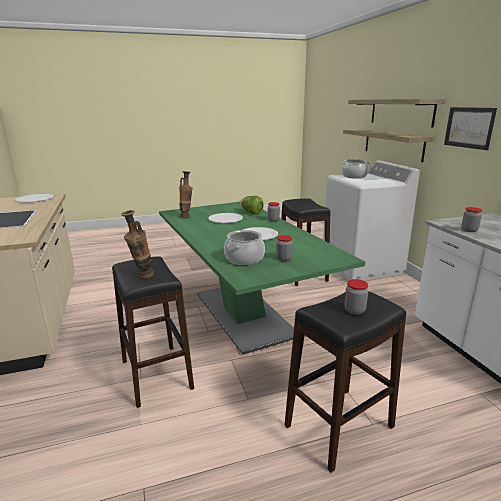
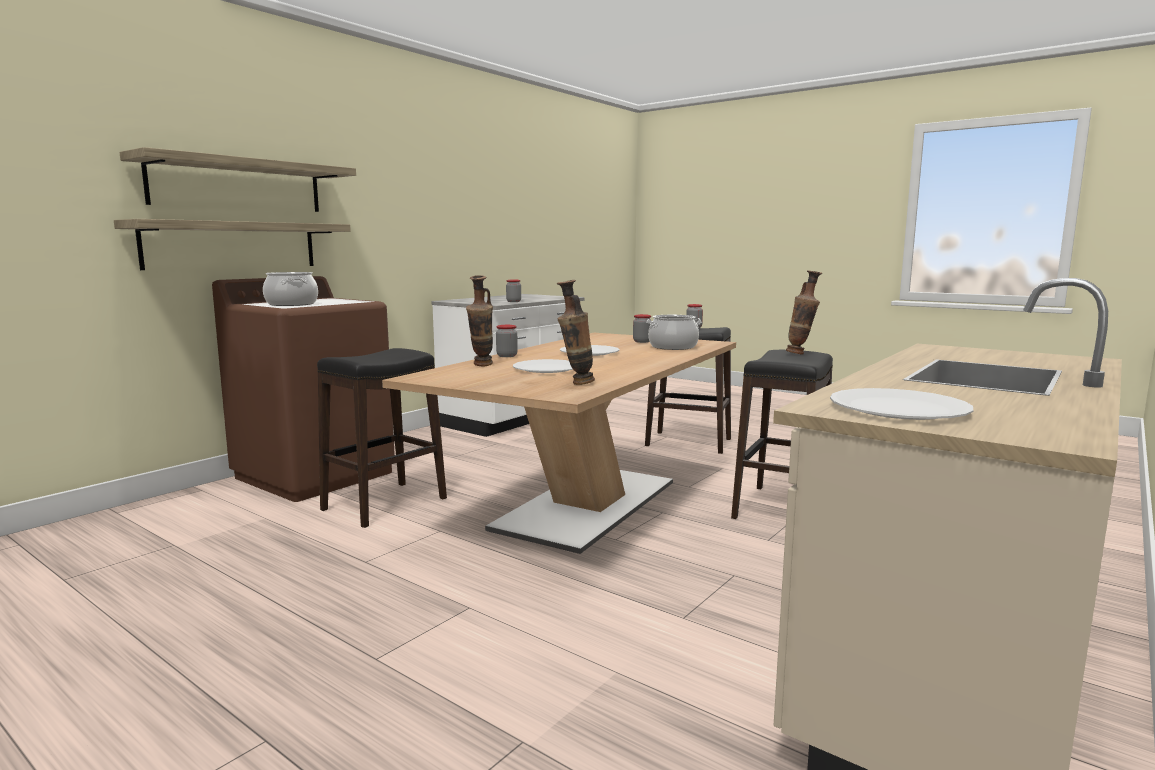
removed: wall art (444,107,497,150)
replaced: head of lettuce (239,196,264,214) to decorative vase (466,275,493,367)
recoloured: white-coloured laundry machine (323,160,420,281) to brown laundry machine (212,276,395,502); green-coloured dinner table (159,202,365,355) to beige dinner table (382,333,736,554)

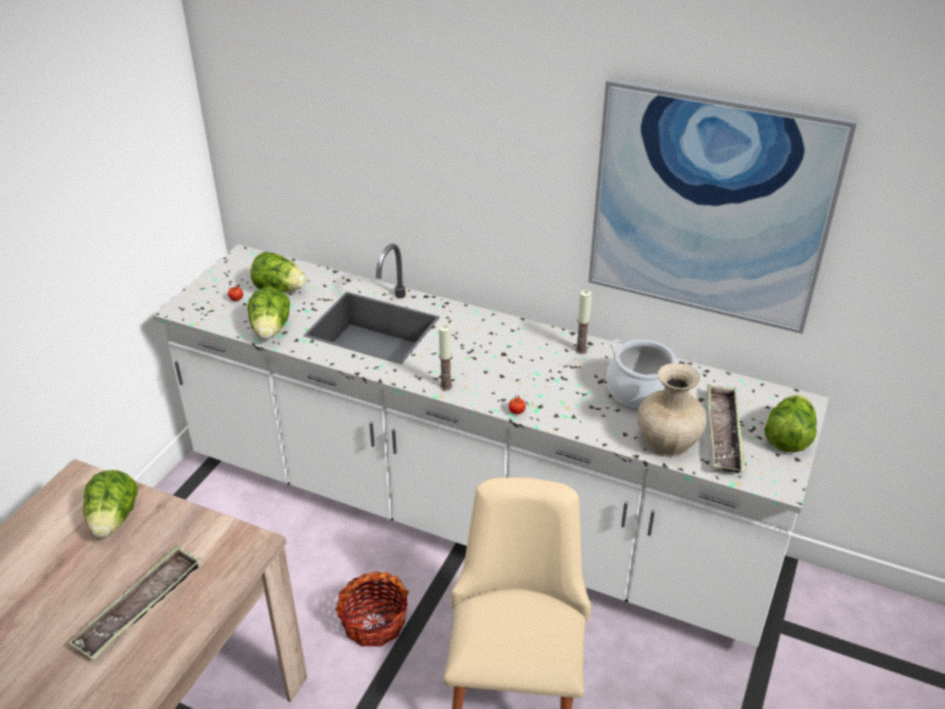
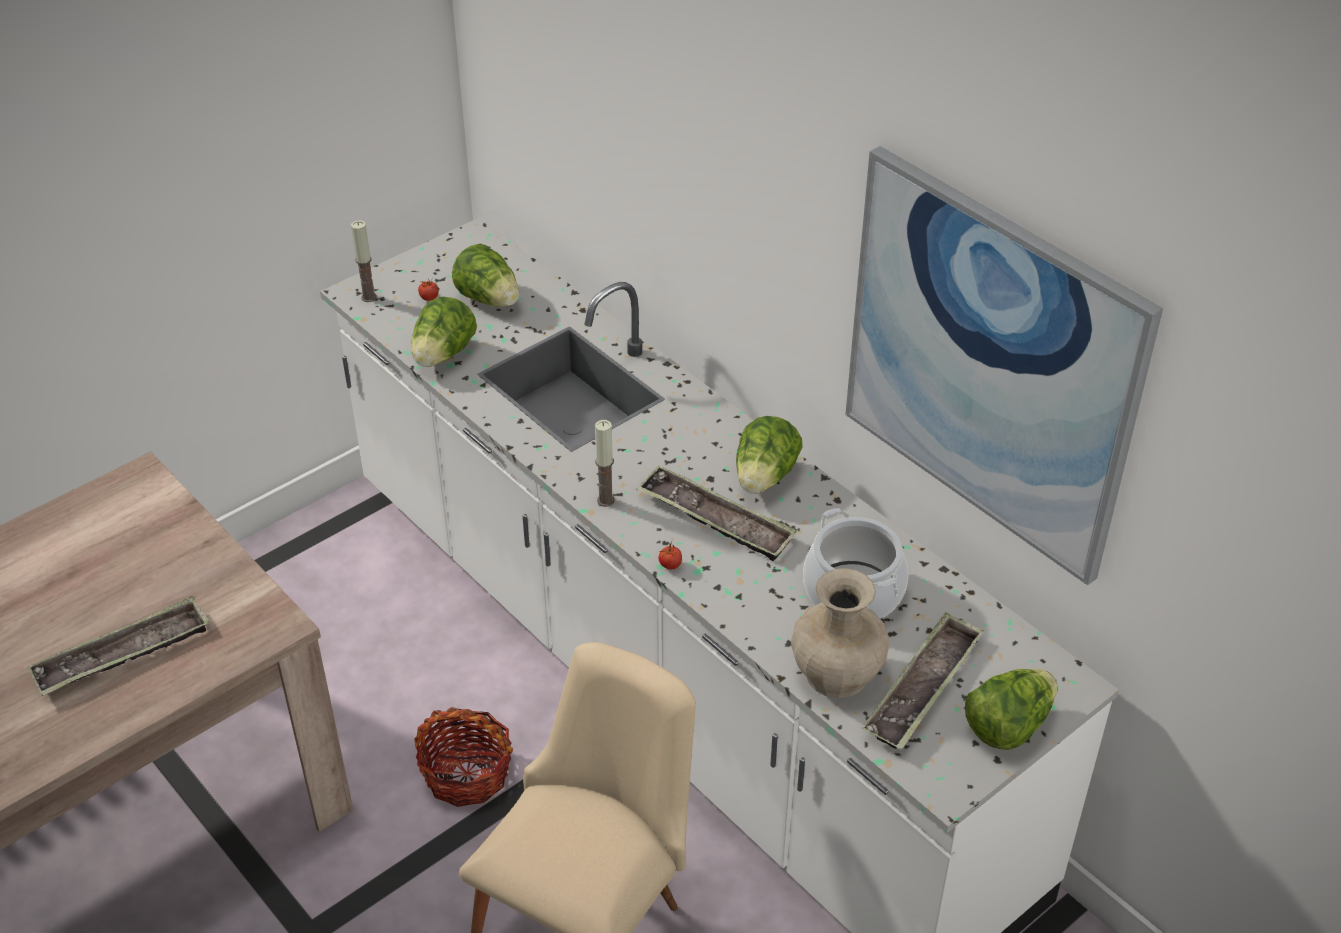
added: carrying tray (636,465,797,561)
moved: wax candle (575,290,592,354) to (351,220,377,302); head of lettuce (83,470,138,538) to (736,416,803,494)

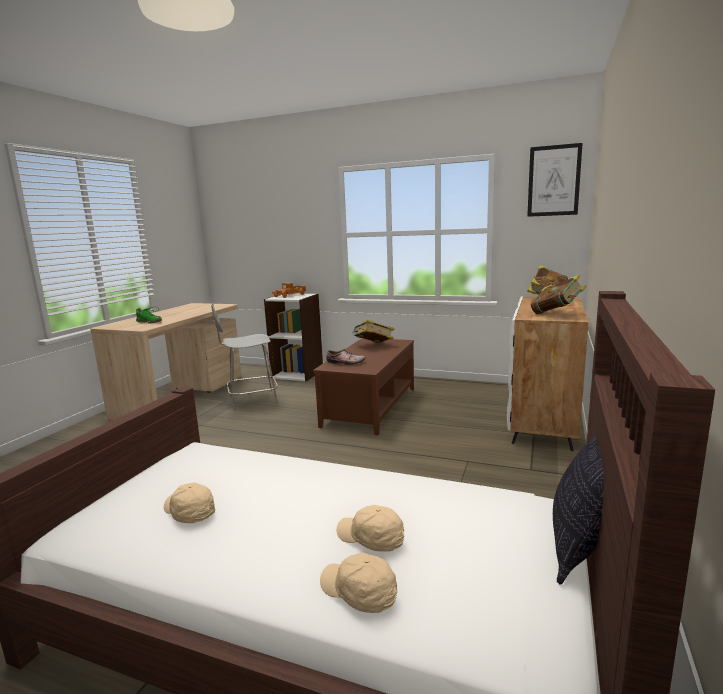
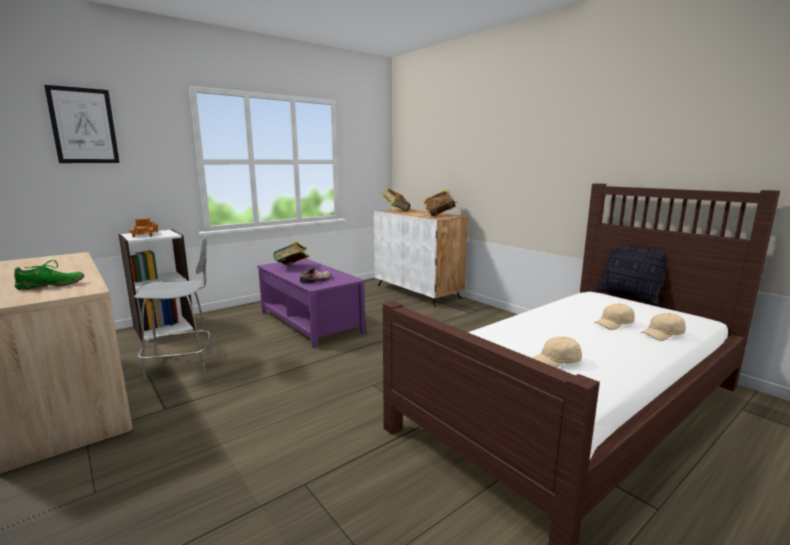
moved: wall art (527,143,583,217) to (44,85,119,163)
recoloured: brown lounge table (313,338,414,435) to purple-coloured lounge table (257,259,365,349)
turned: grey plain chair (211,303,278,411) = (134,236,211,379) 120 degrees counterclockwise

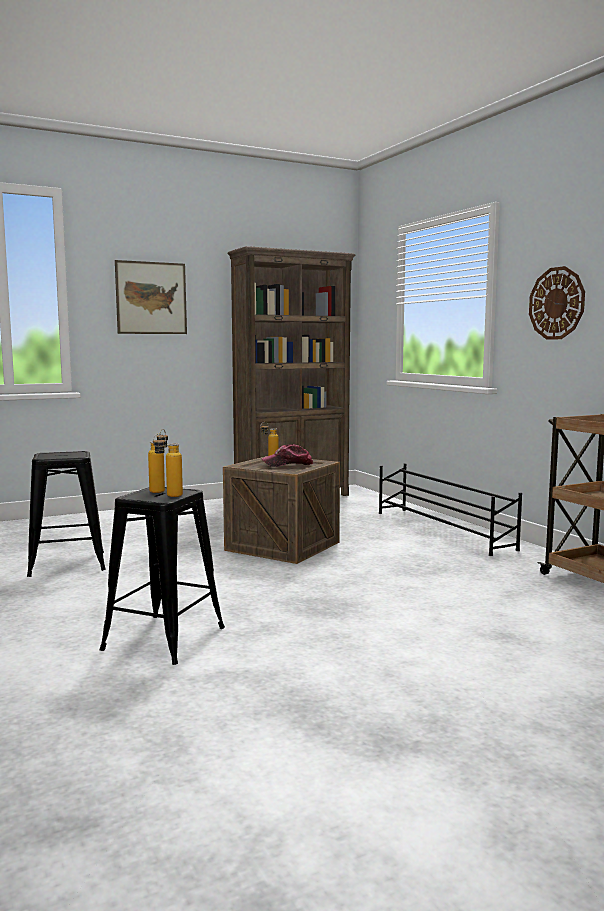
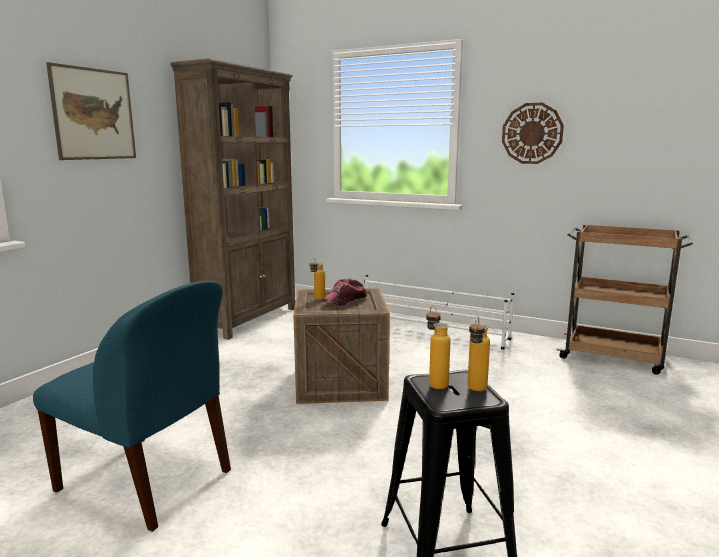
replaced: black-coloured sitting stool (27,451,106,577) to blue plain chair (33,281,231,532)
recoloured: black-coloured shoe rack (379,463,522,556) to white-coloured shoe rack (362,275,514,350)

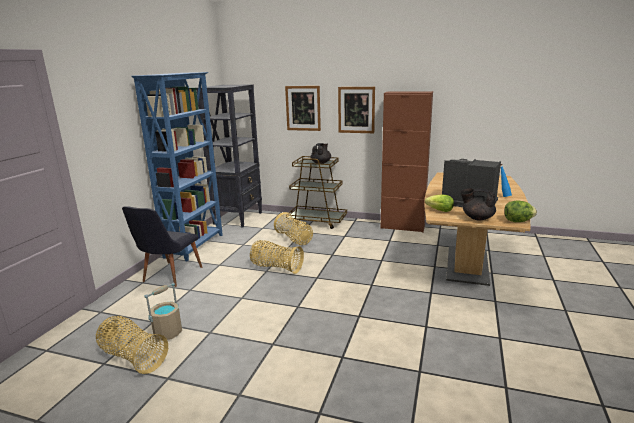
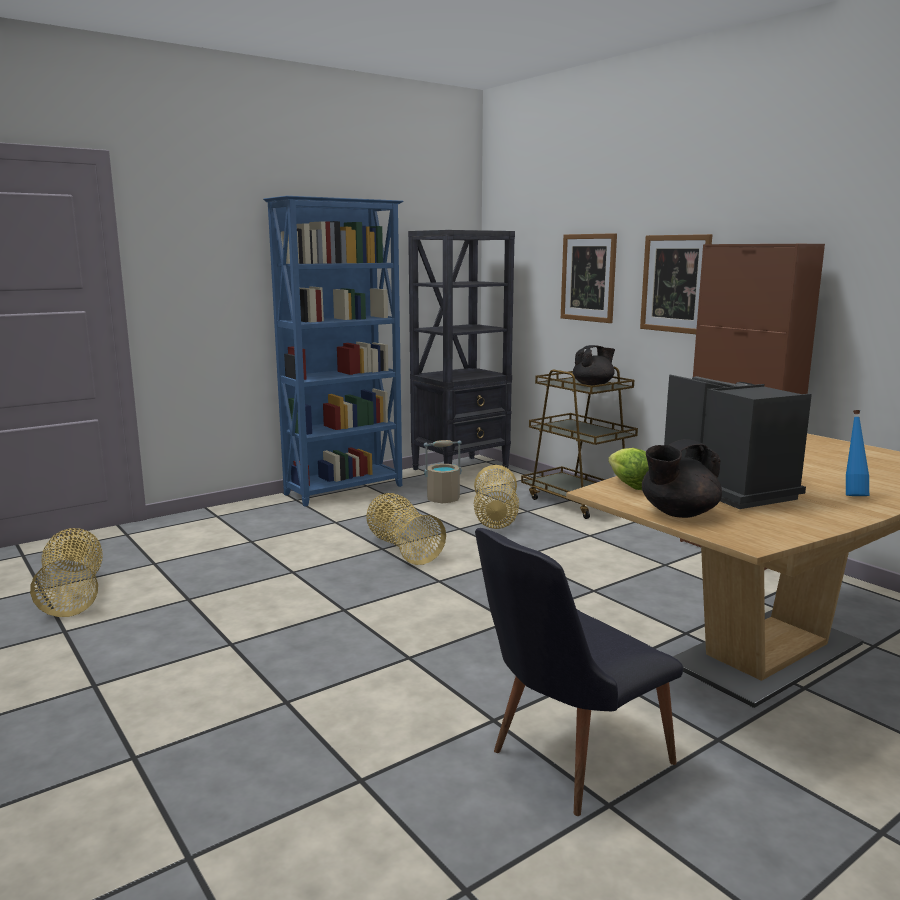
removed: head of lettuce (504,201,537,222)
moved: black-coloured plain chair (122,206,202,287) to (475,528,683,816); beige water bucket (144,283,182,340) to (424,440,462,503)
turned: black-coloured teapot (460,188,496,220) = (642,439,722,518) 90 degrees counterclockwise

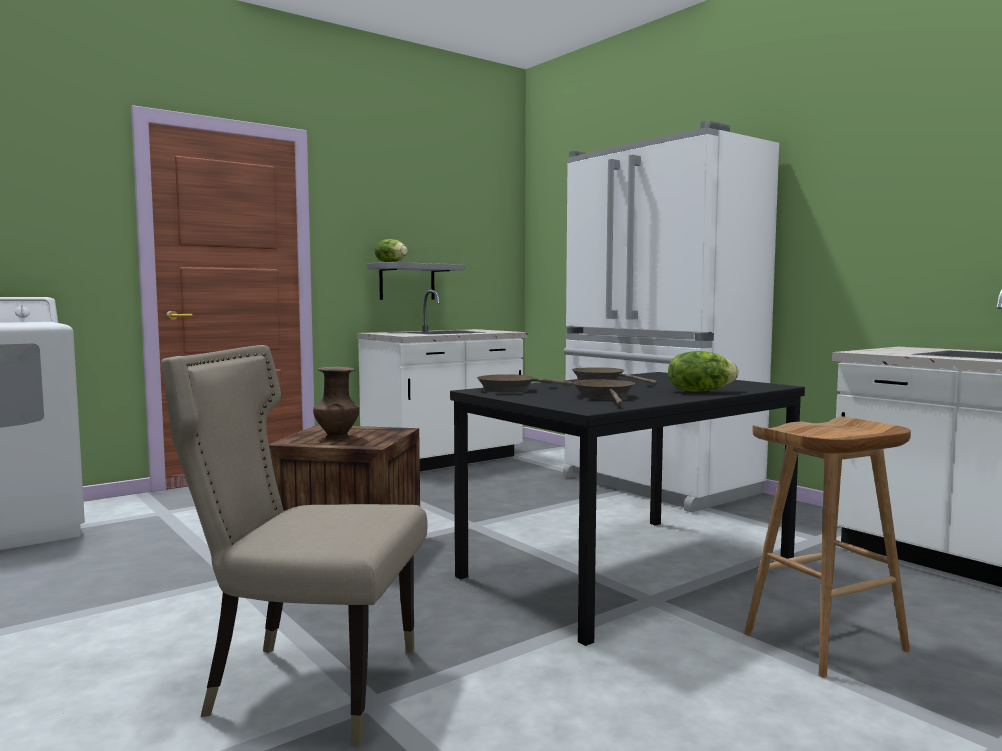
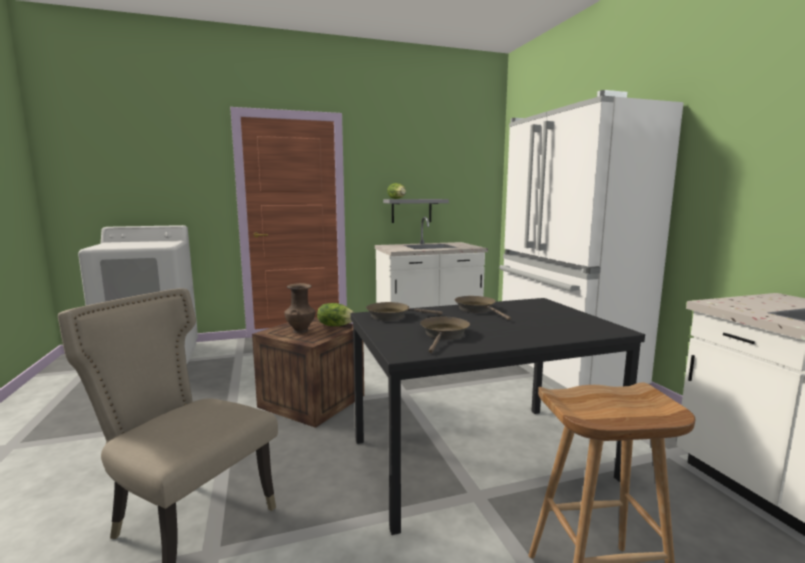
moved: head of lettuce (668,351,739,392) to (317,303,355,326)

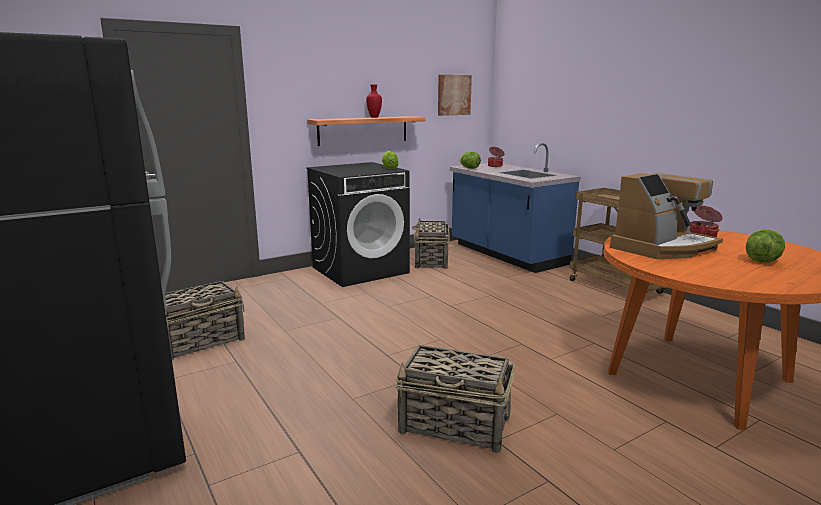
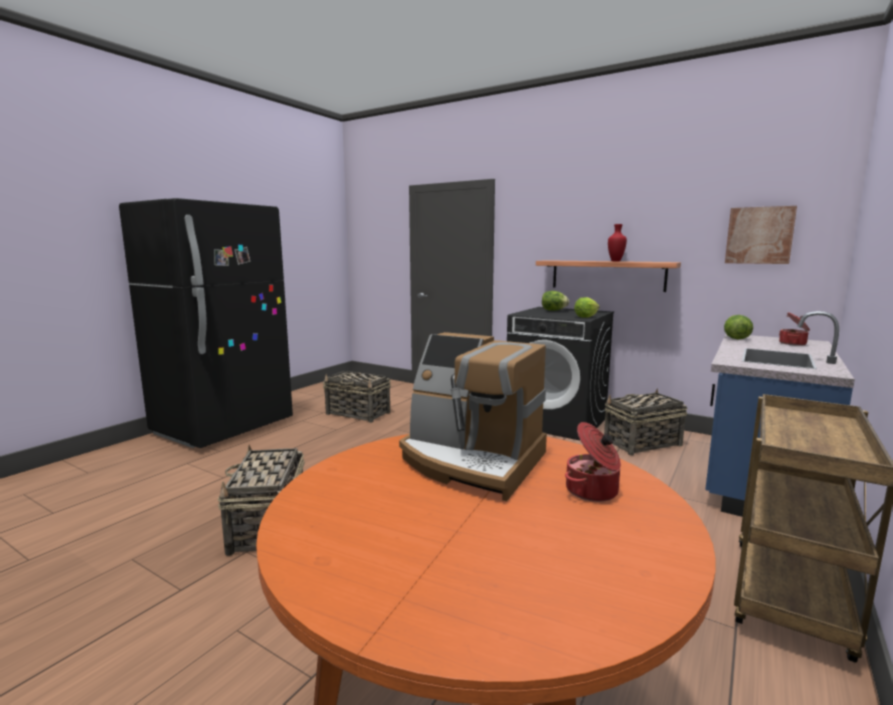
moved: head of lettuce (746,230,785,263) to (542,291,569,311)

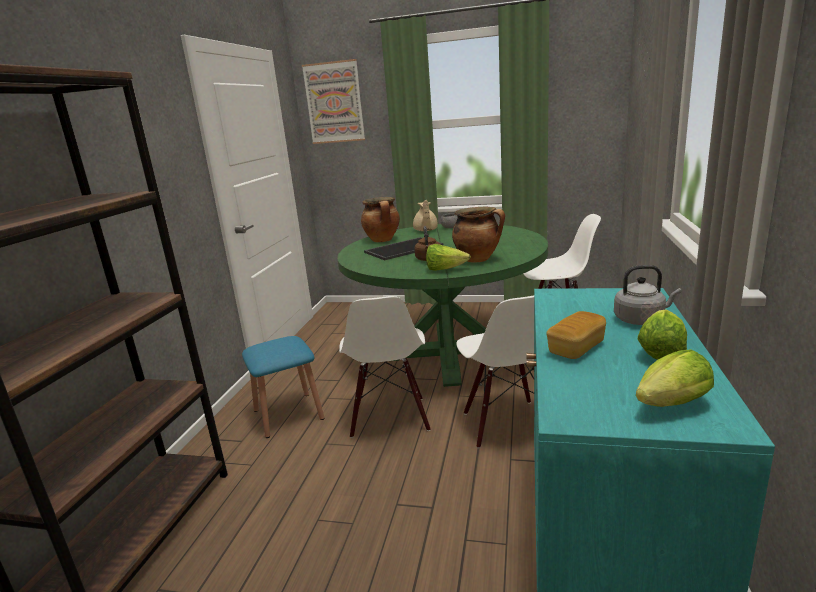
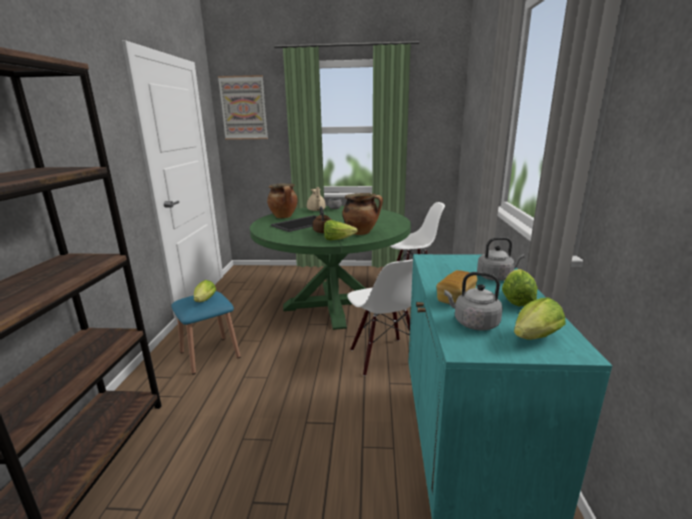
removed: white-coloured plain chair (339,296,431,438)
added: grey tea kettle (444,272,503,331); head of lettuce (194,280,216,302)

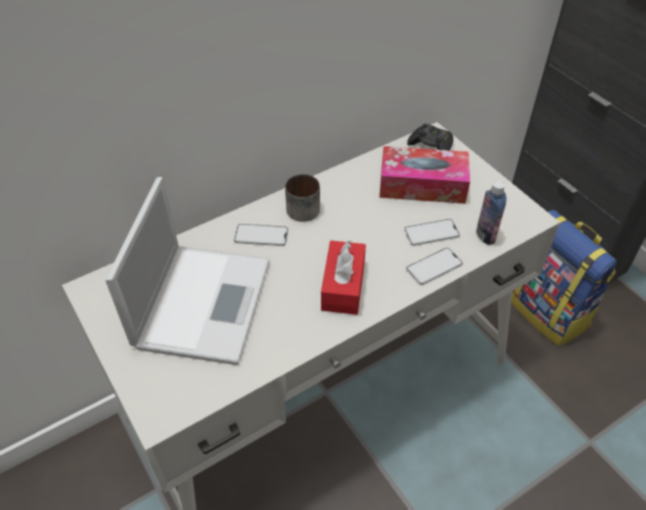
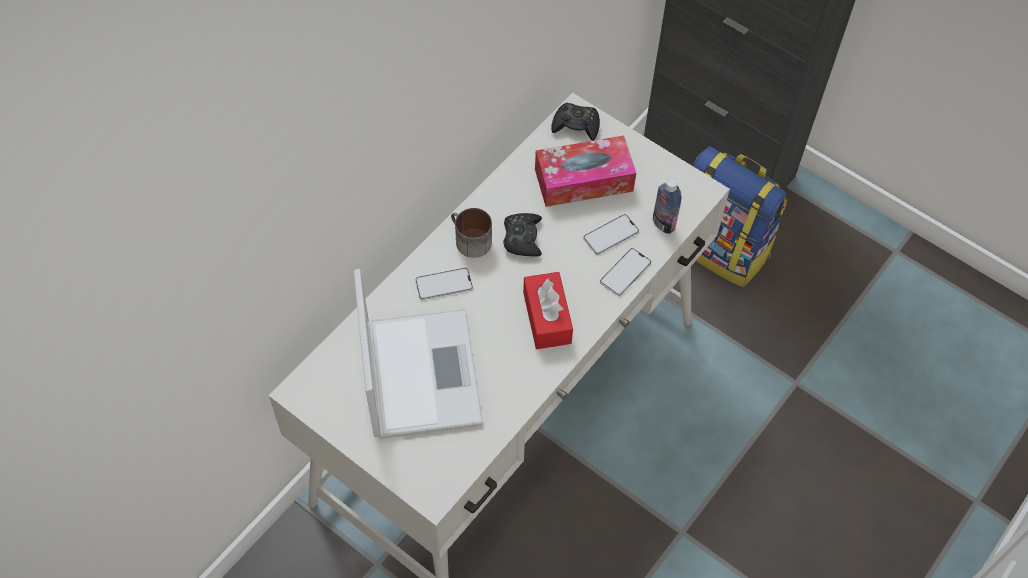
added: black-coloured game controller (503,213,542,256)

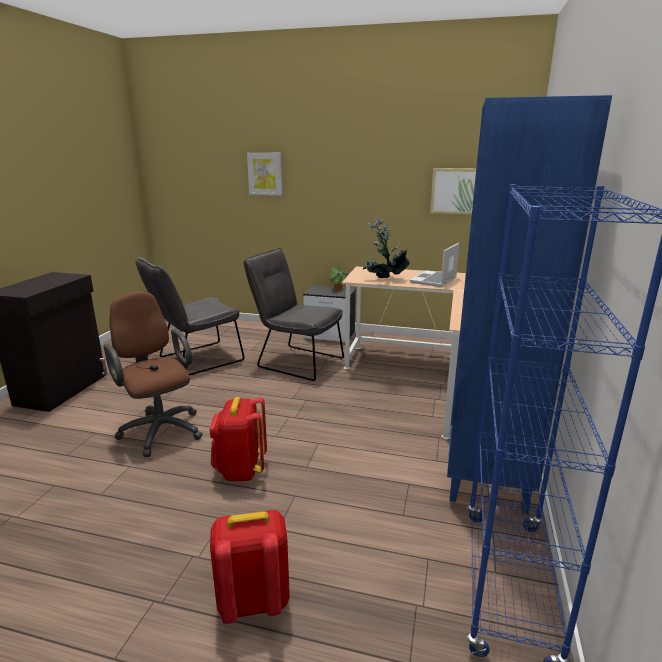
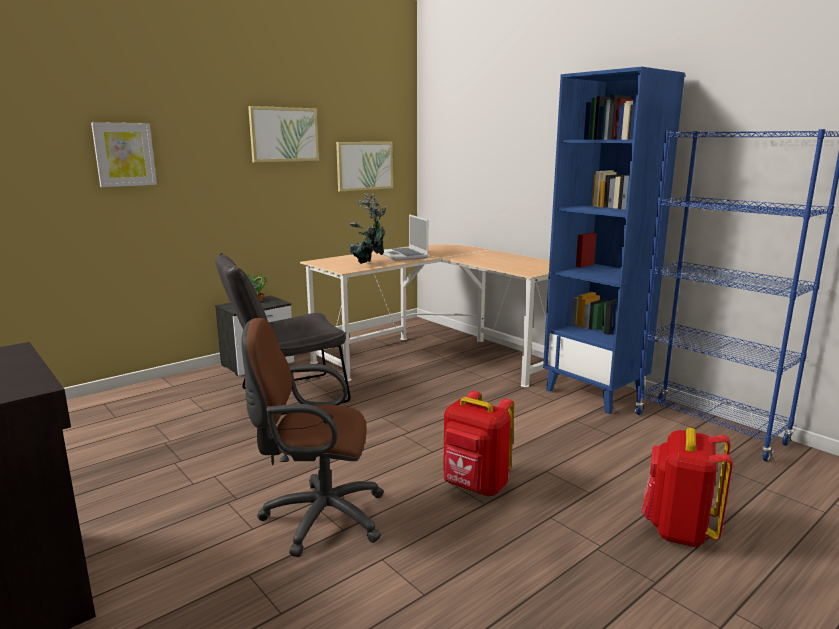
removed: grey plain chair (136,256,245,375)
added: wall art (248,106,319,162)

